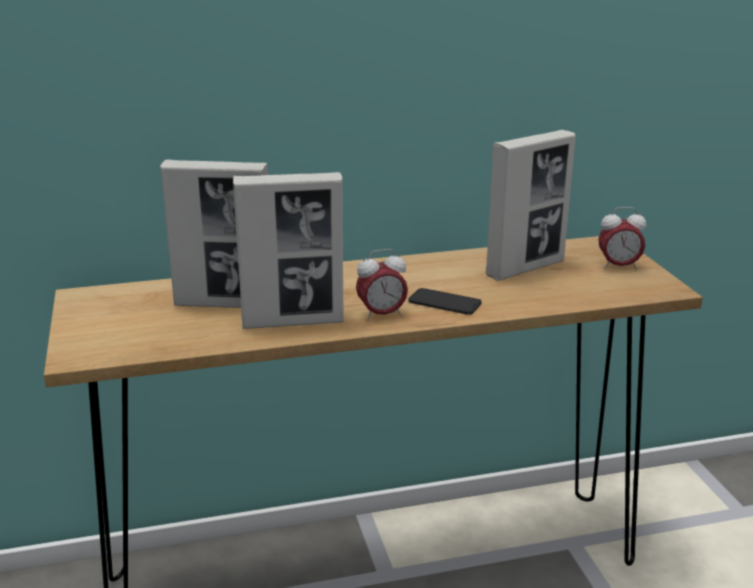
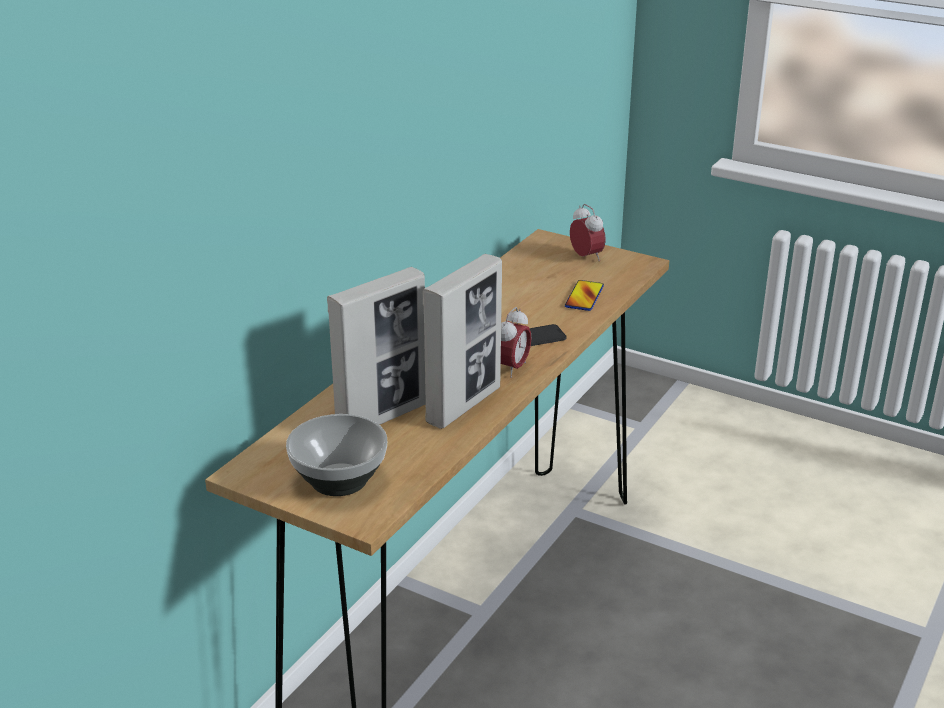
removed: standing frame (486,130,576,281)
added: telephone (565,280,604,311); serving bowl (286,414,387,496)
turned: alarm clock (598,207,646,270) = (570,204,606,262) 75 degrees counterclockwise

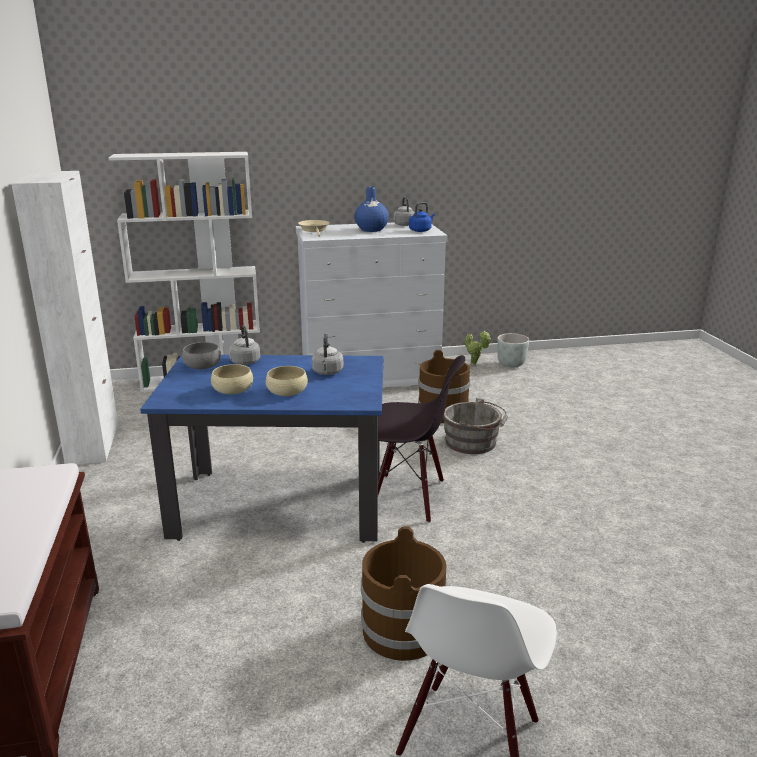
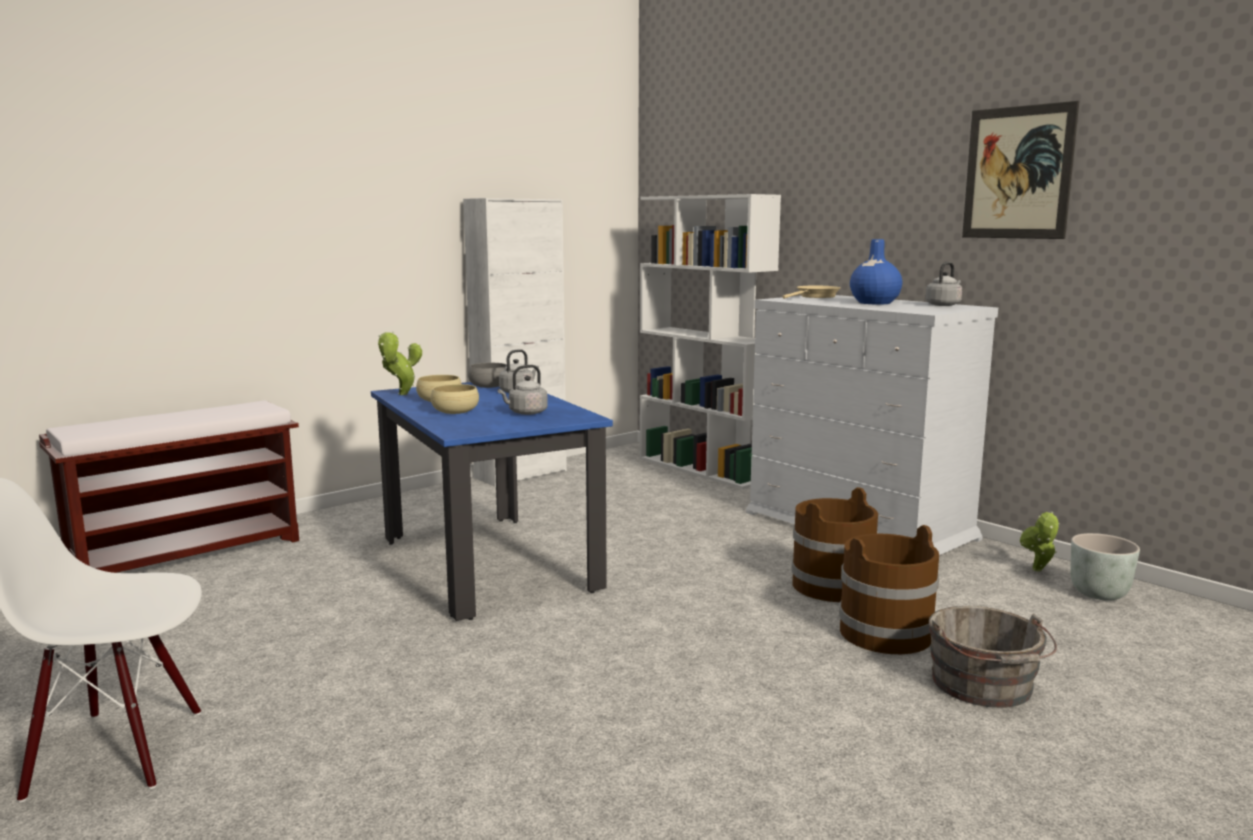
removed: blue tea kettle (409,202,435,232); black-coloured plain chair (378,355,465,523)
added: wall art (962,101,1079,239); potted plant (378,331,422,395)
moved: grey water bucket (443,398,508,454) to (929,606,1057,708); brown water bucket (361,526,447,661) to (839,525,939,654)

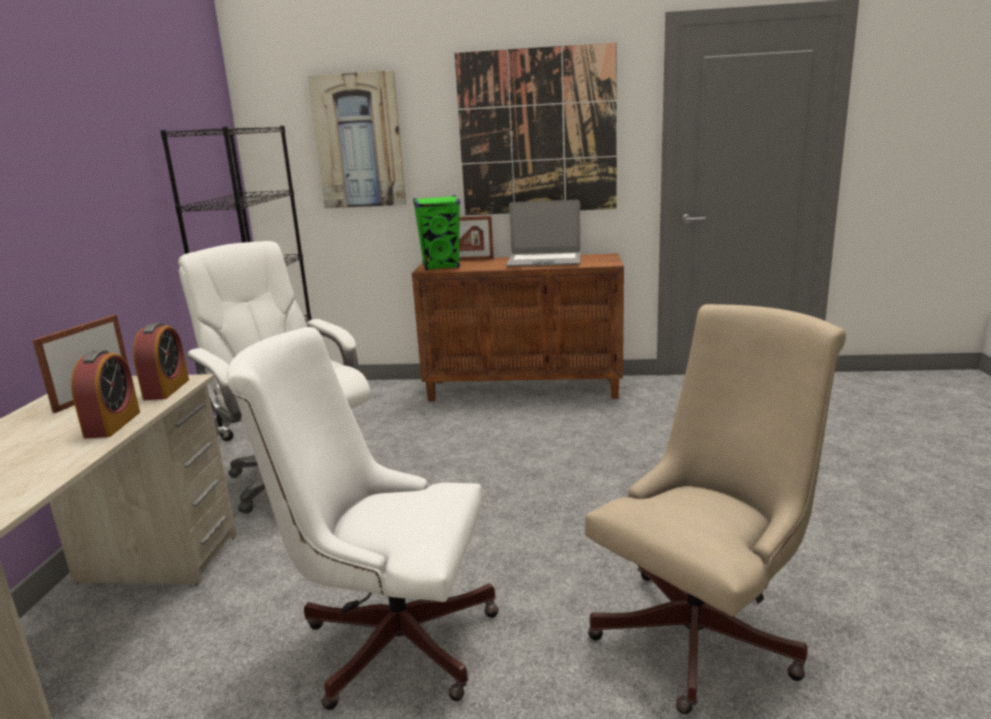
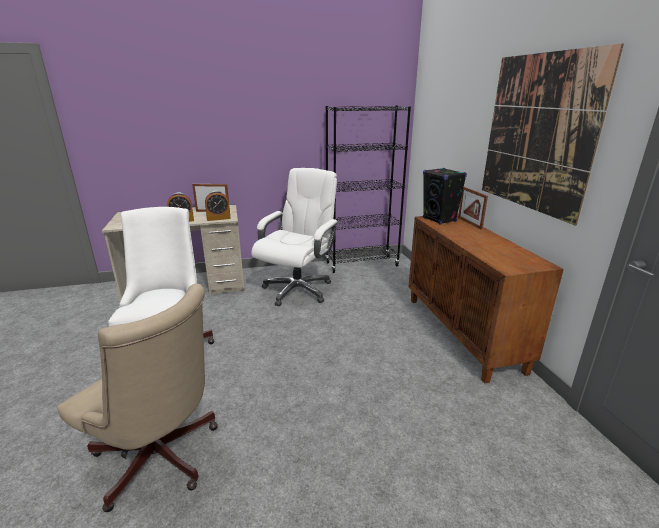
removed: wall art (308,70,406,208); portable computer (506,200,580,266)
recoloured: green-coloured loudspeaker (413,195,460,270) to black-coloured loudspeaker (423,168,467,225)

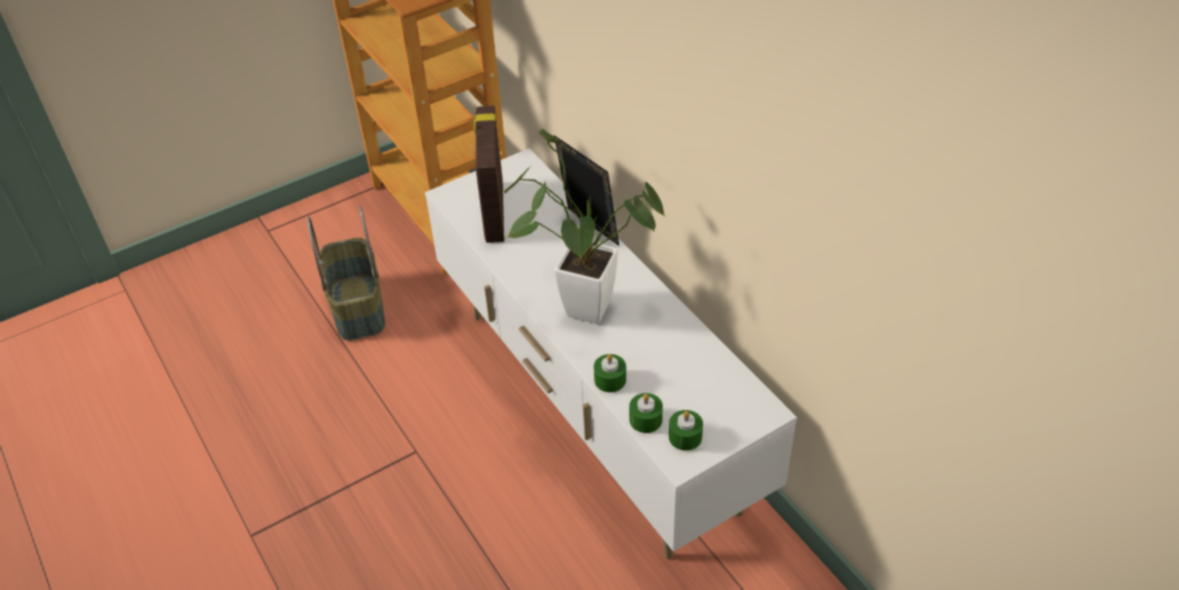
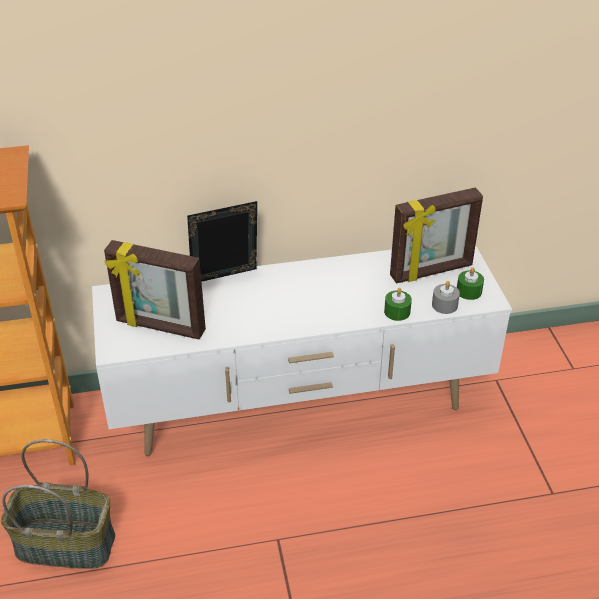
removed: potted plant (504,129,666,324)
added: standing frame (390,188,483,283)
recoloured: green-coloured wax candle (629,393,663,433) to grey wax candle (432,281,460,314)

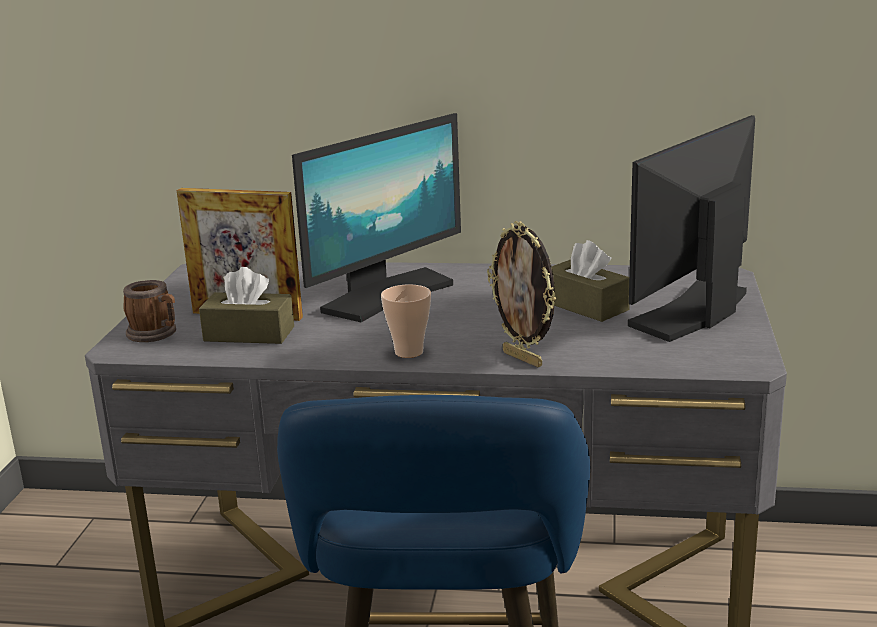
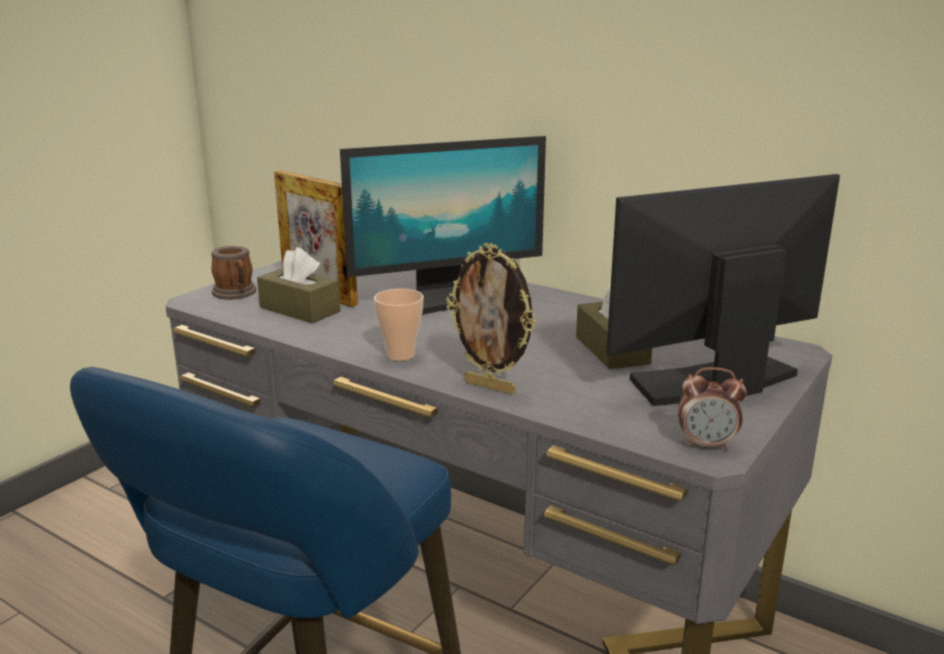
added: alarm clock (678,367,746,451)
turned: standing frame (487,221,556,367) = (446,243,536,394) 45 degrees counterclockwise

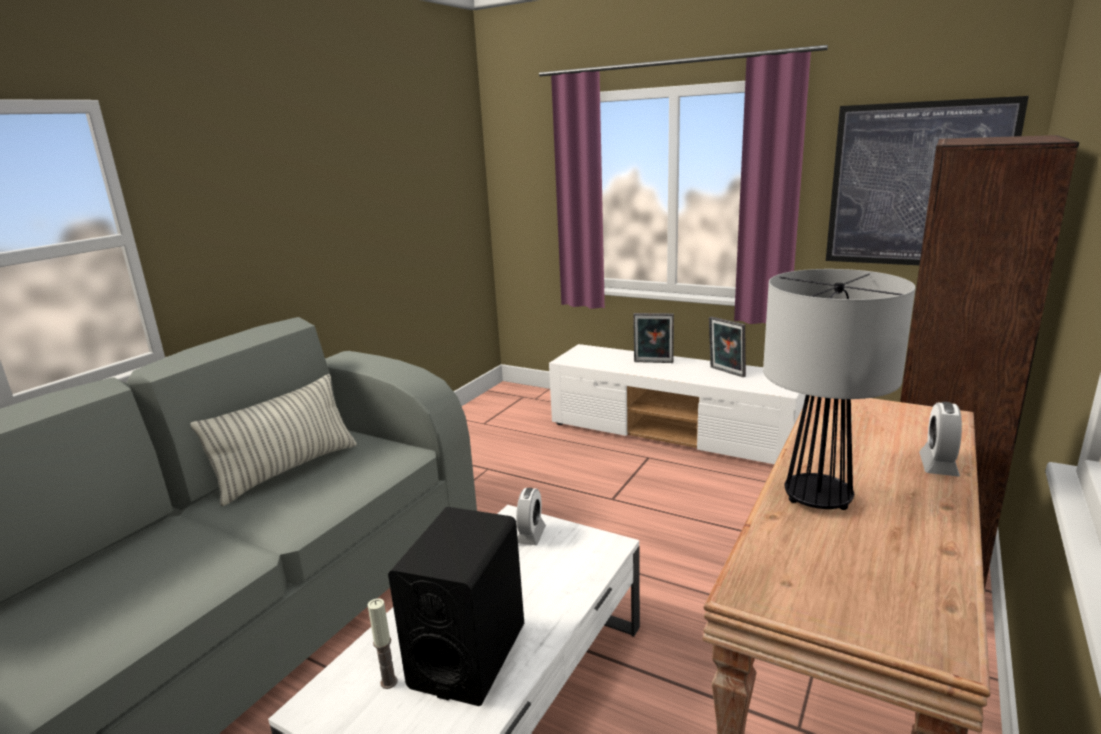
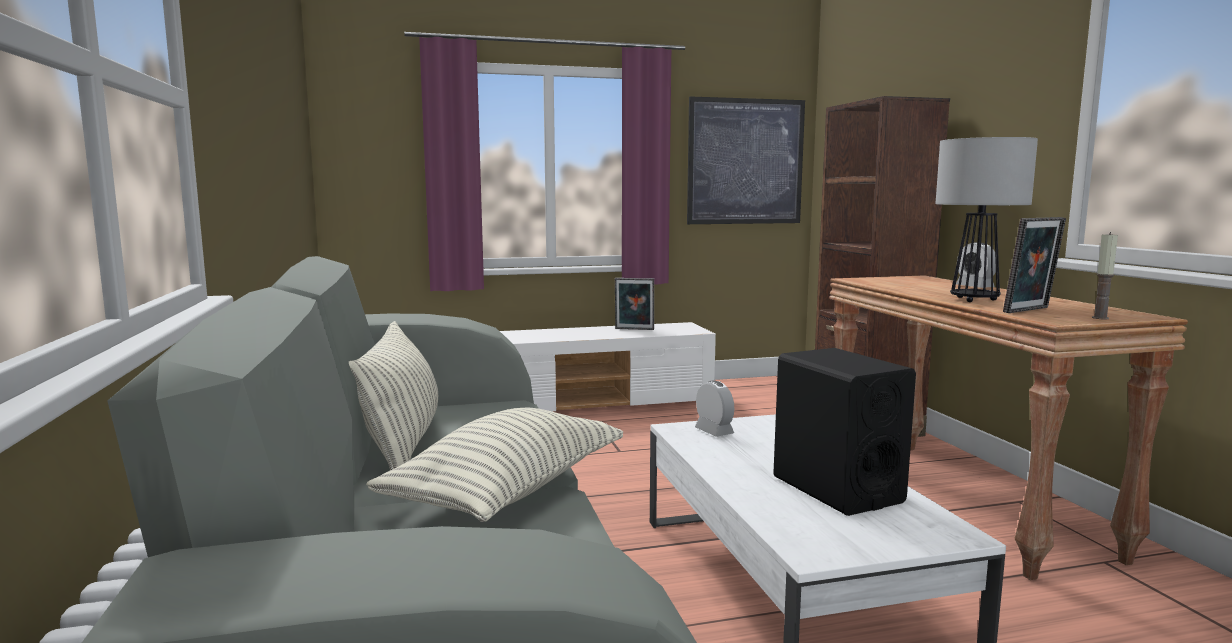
added: pillow (366,408,623,522)
moved: standing frame (633,313,674,363) to (1003,217,1066,313); wax candle (368,598,398,689) to (1092,232,1118,319)

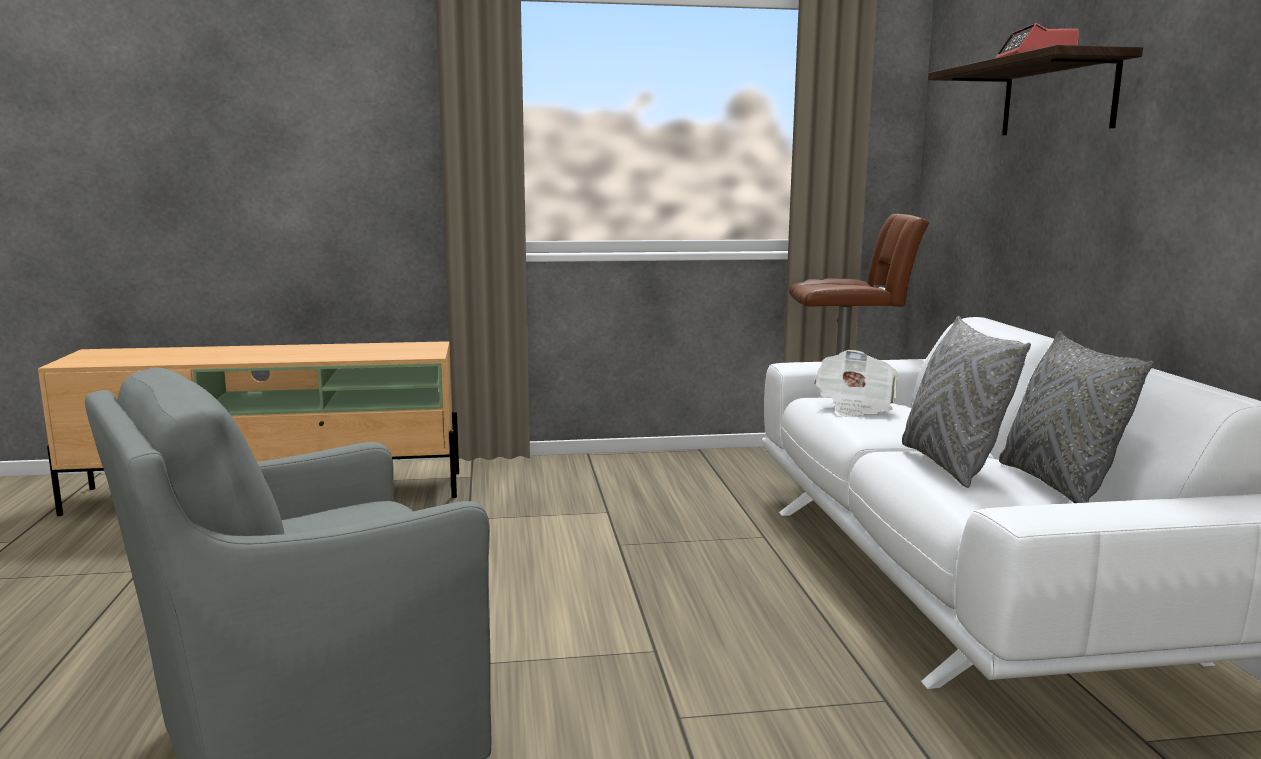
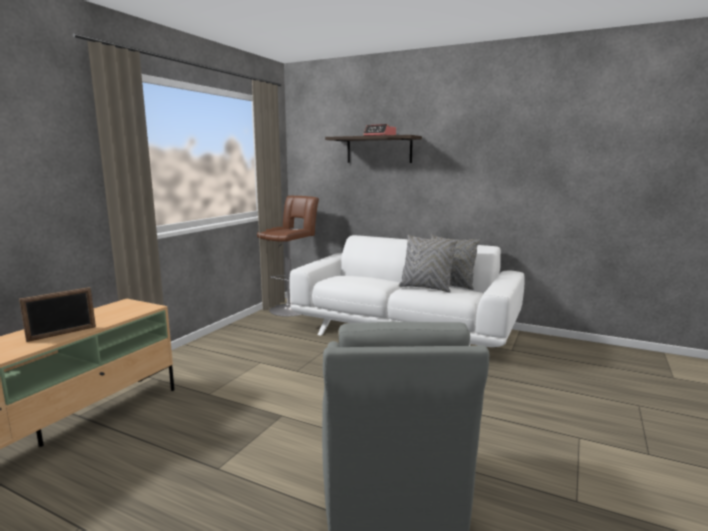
removed: newspaper (814,350,899,417)
added: standing frame (19,287,96,342)

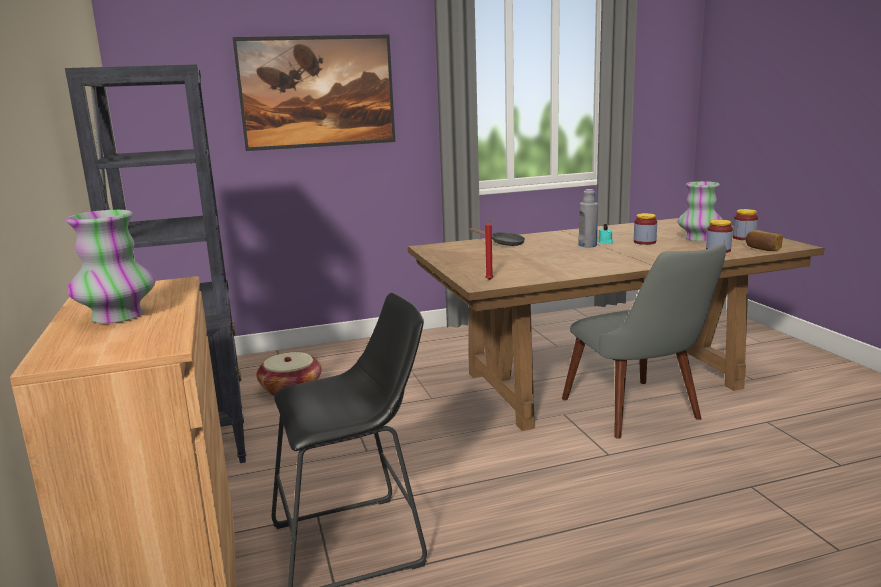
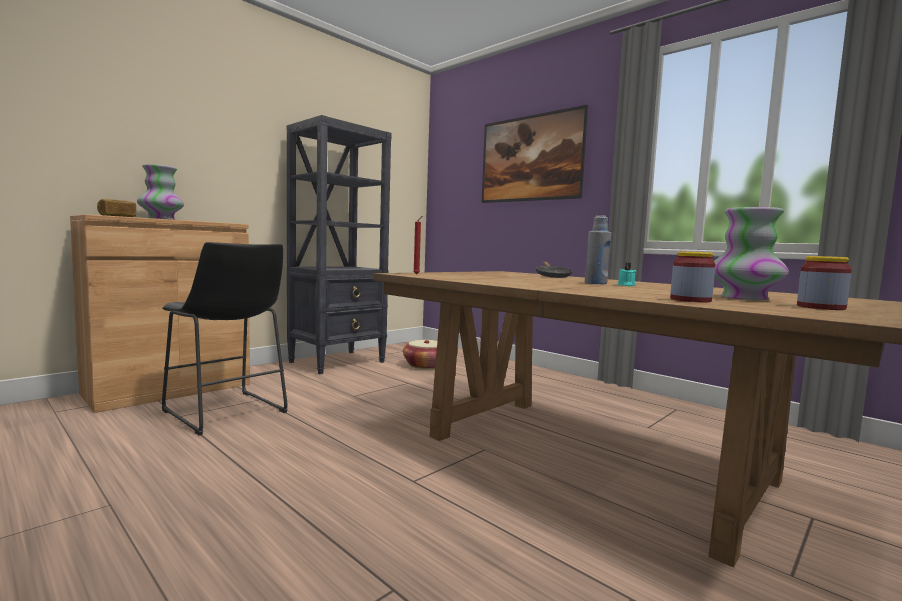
removed: preserve jar (634,213,657,245); grey plain chair (562,244,726,439)
moved: baked bread (746,230,783,251) to (97,199,136,217)

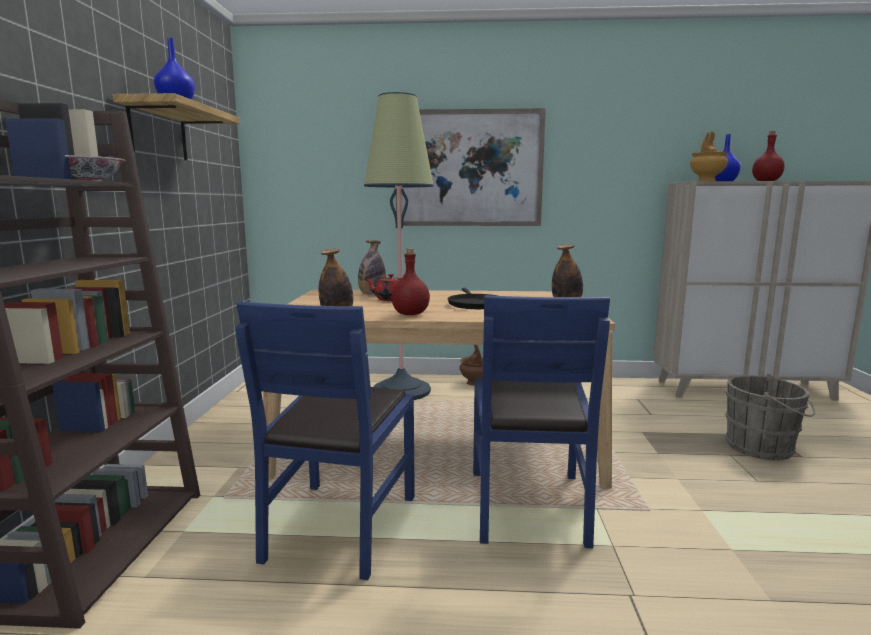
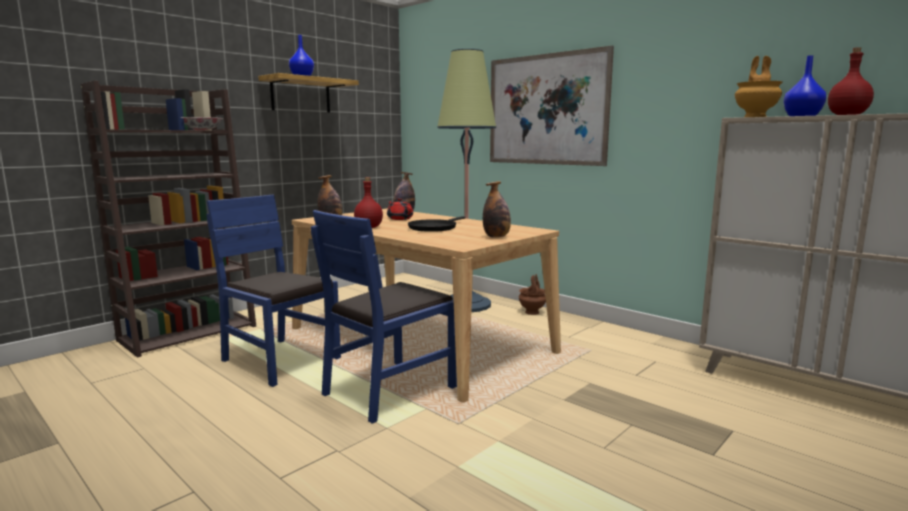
removed: grey water bucket (725,374,815,460)
turned: blue plain chair (236,301,415,580) = (207,195,341,387) 75 degrees clockwise

